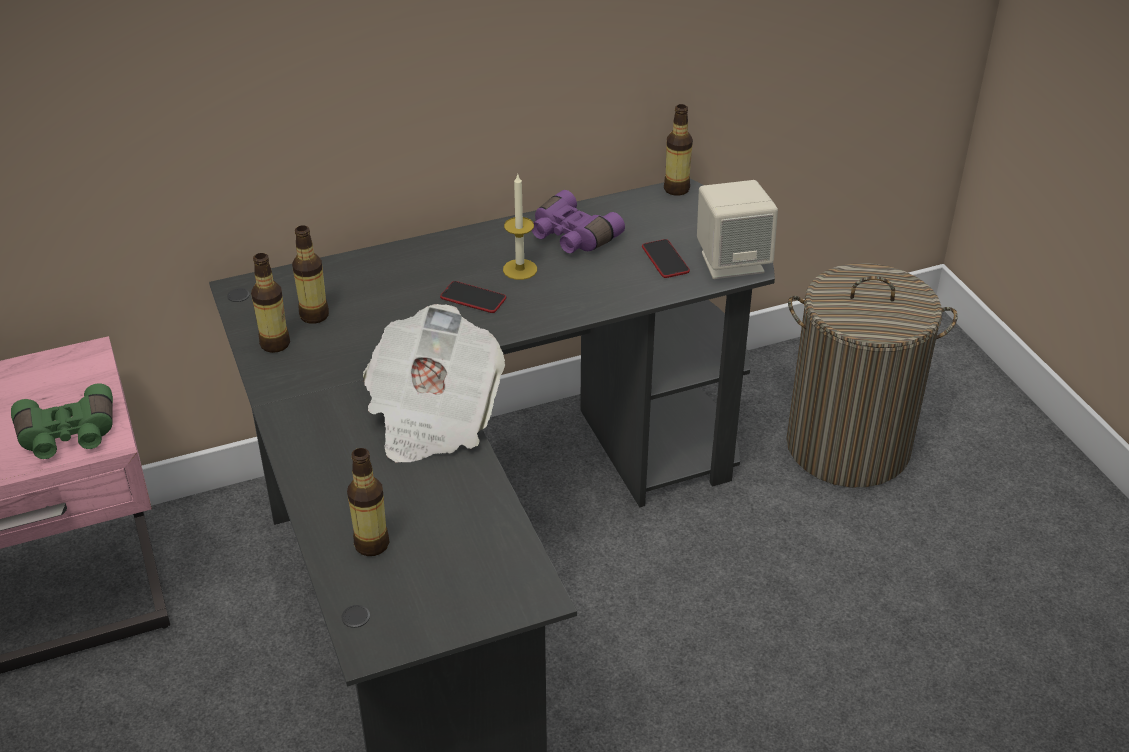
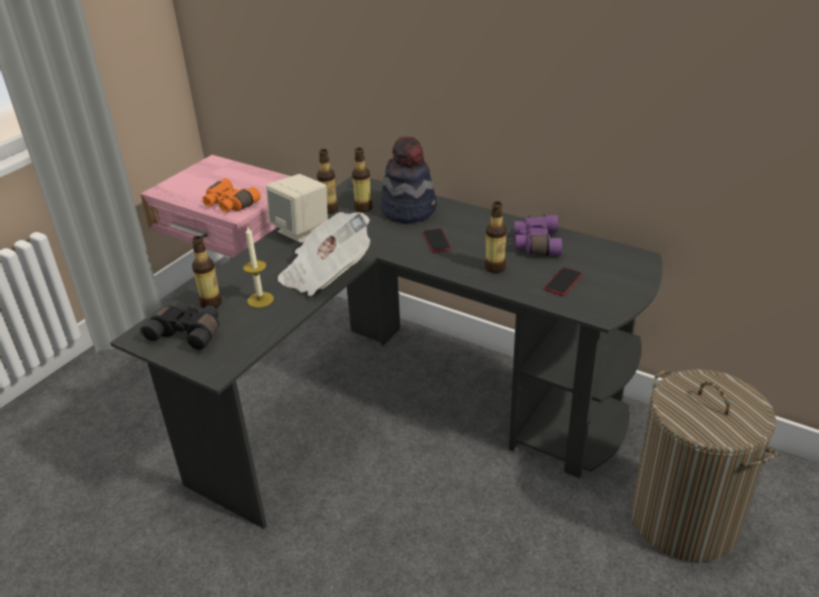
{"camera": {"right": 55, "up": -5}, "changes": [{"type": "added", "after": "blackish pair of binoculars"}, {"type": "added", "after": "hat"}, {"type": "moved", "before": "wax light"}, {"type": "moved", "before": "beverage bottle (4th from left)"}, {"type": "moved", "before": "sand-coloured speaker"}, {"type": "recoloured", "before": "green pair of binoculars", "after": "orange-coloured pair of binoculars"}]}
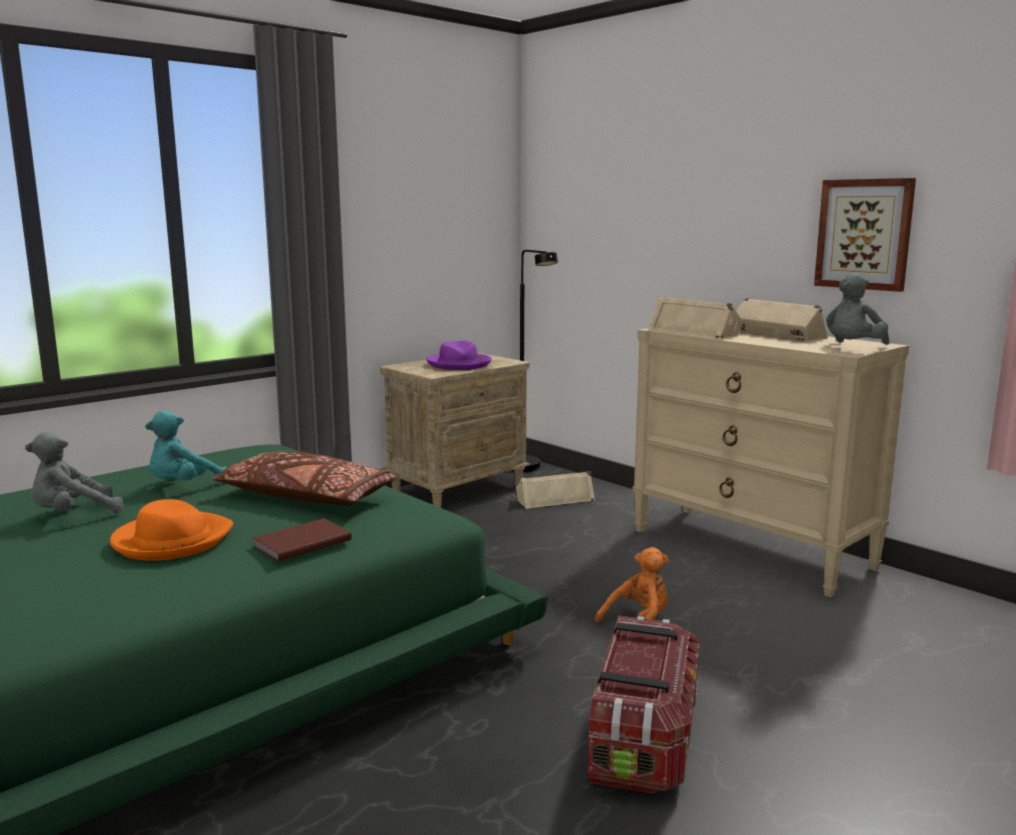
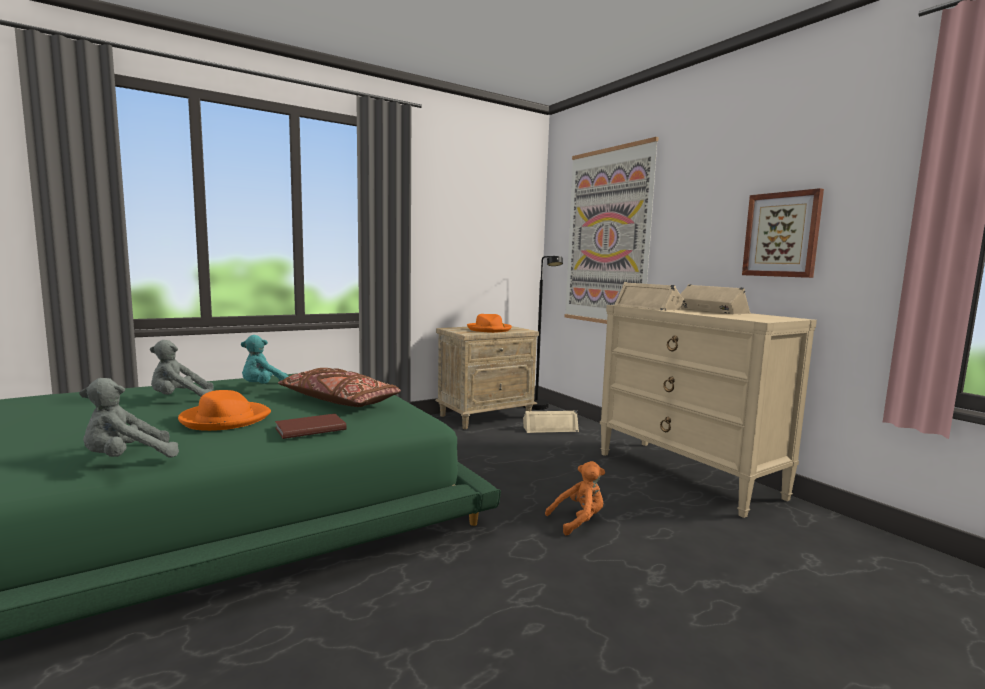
{"camera": {"right": 10, "up": -5}, "changes": [{"type": "removed", "before": "storage box"}, {"type": "added", "after": "wall picture (1st from left)"}, {"type": "moved", "before": "greyish plush toy (2nd from left in the first image)", "after": "greyish plush toy (1st from left)"}, {"type": "recoloured", "before": "purplish hat", "after": "orange-coloured hat (2nd from left)"}]}
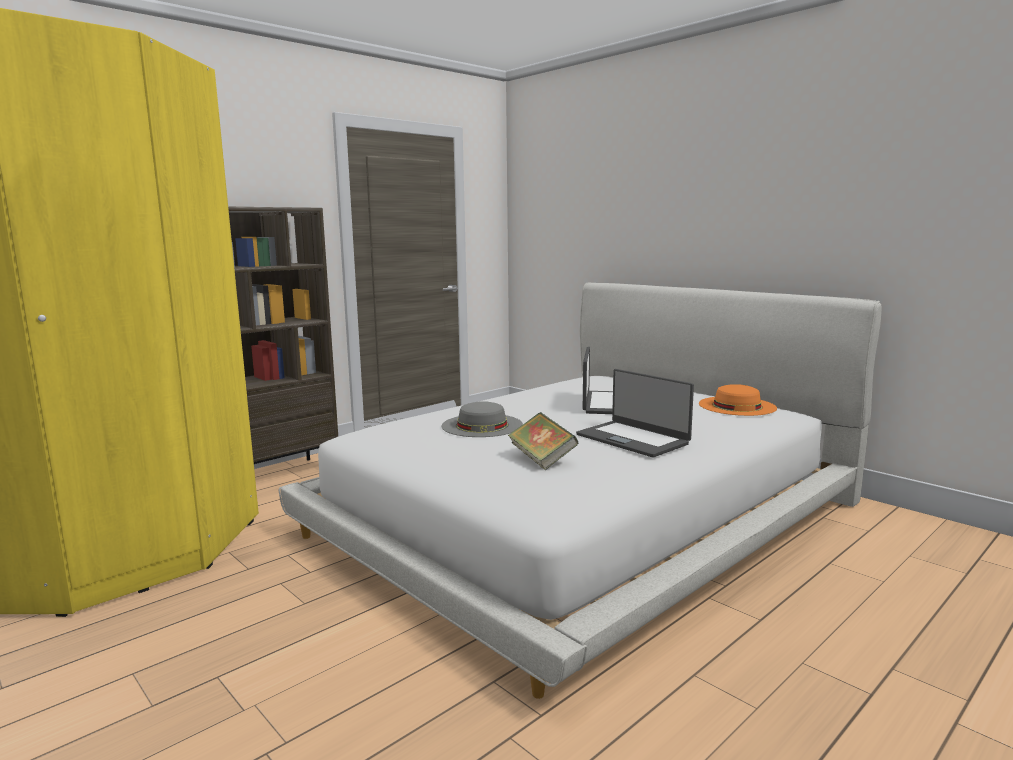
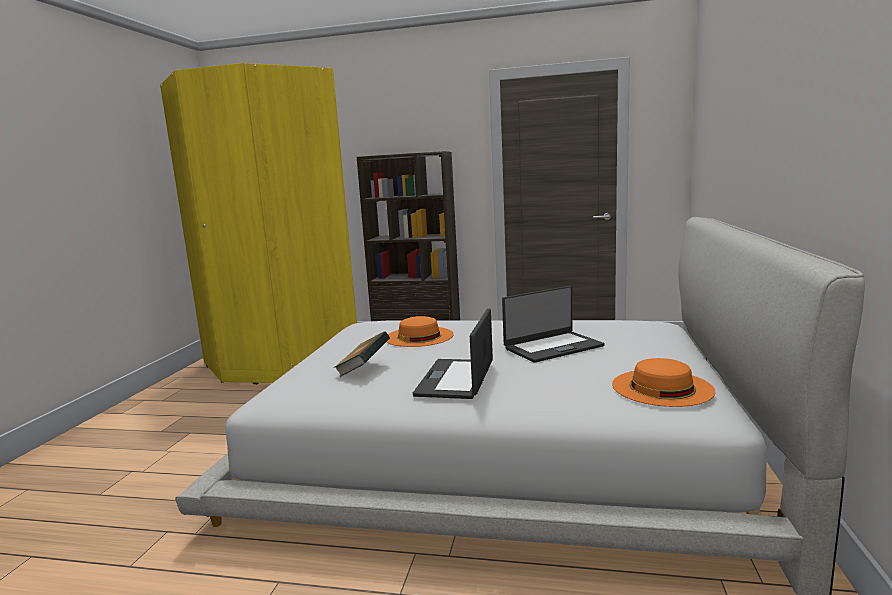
{"camera": {"right": 55, "up": 0}, "changes": [{"type": "recoloured", "before": "greyish hat", "after": "orange-coloured hat (1st from left)"}]}
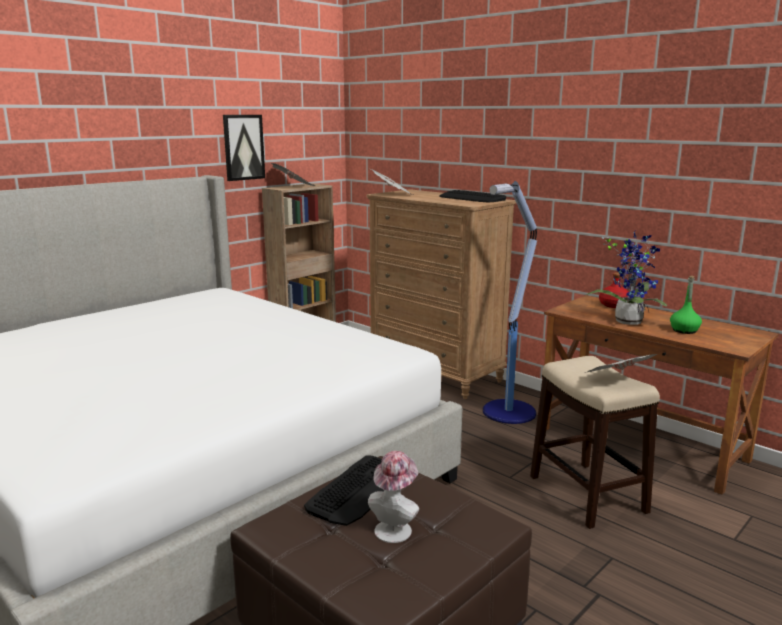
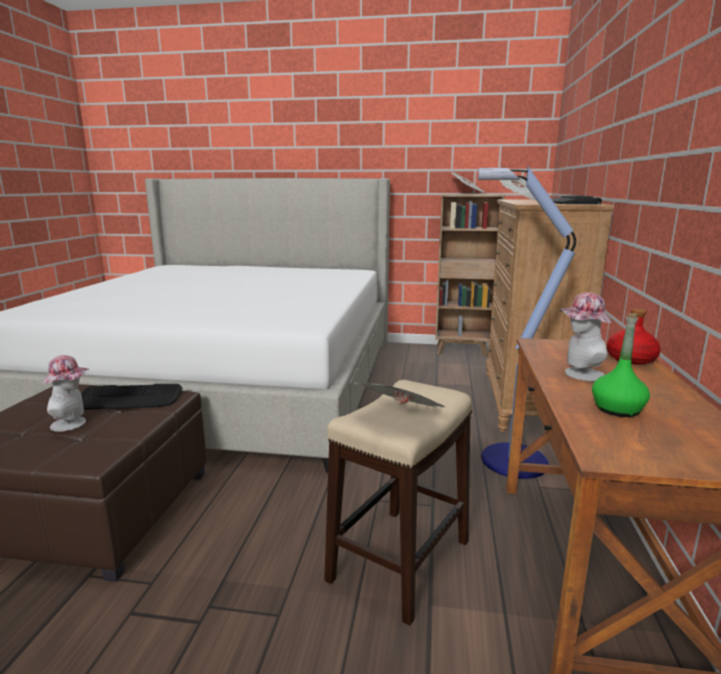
{"camera": {"right": 55, "up": 0}, "changes": [{"type": "removed", "before": "wall picture"}, {"type": "replaced", "before": "potted plant", "after": "hat (2nd from left)"}]}
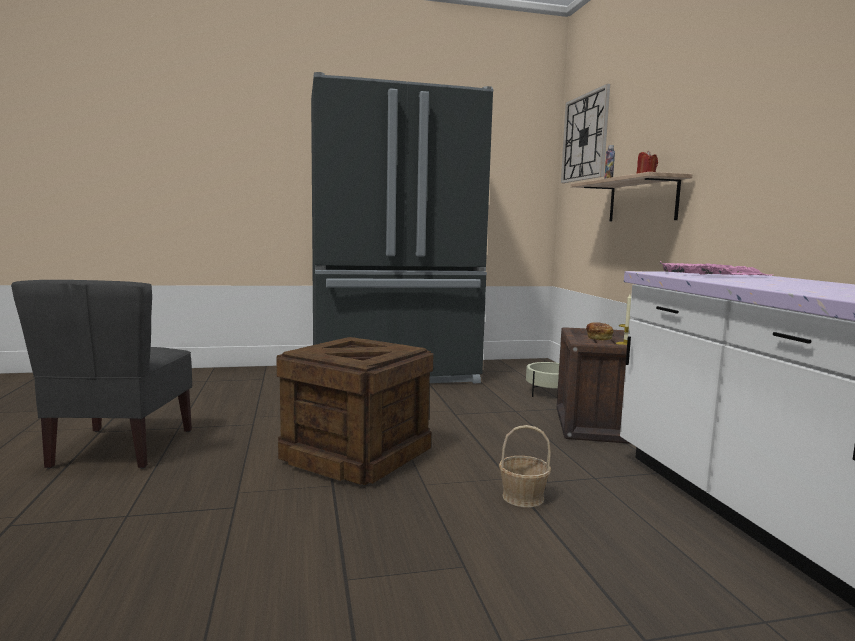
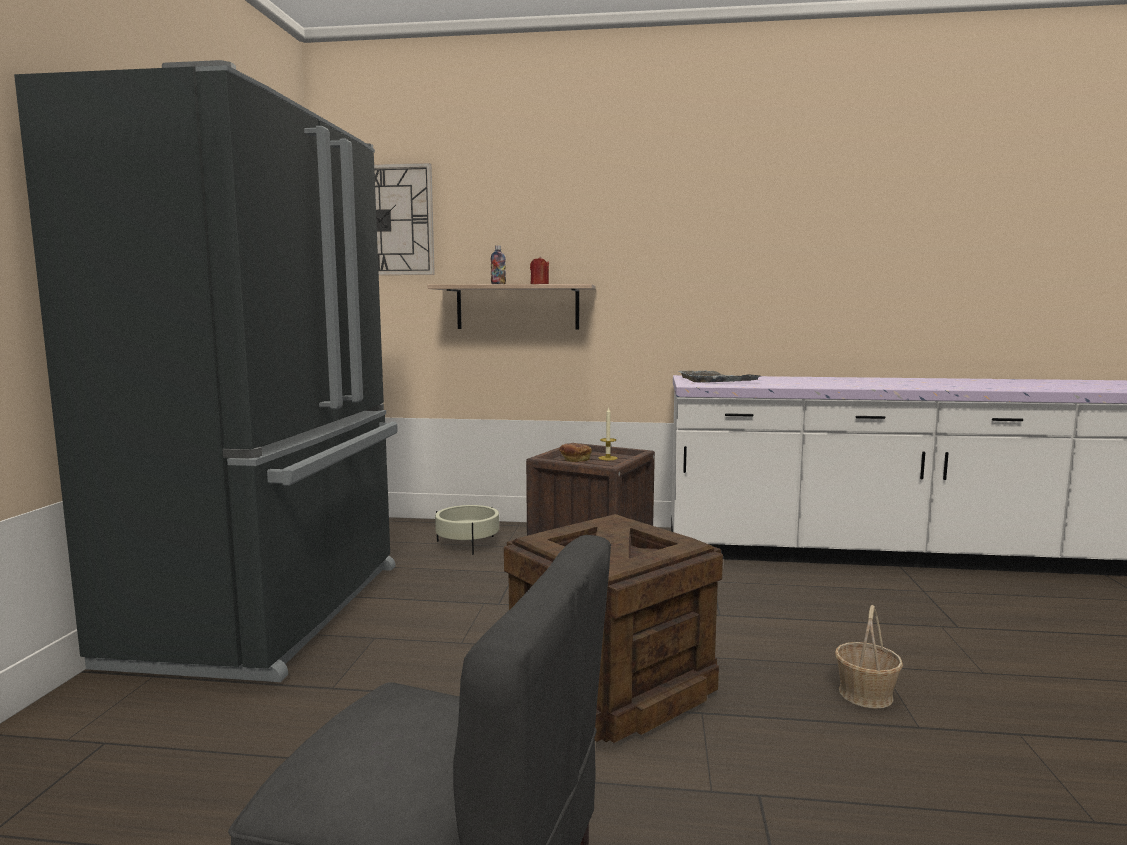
{"camera": {"right": -70, "up": 0}, "changes": [{"type": "moved", "before": "basket"}, {"type": "recoloured", "before": "pinkish serving tray", "after": "greyish serving tray"}]}
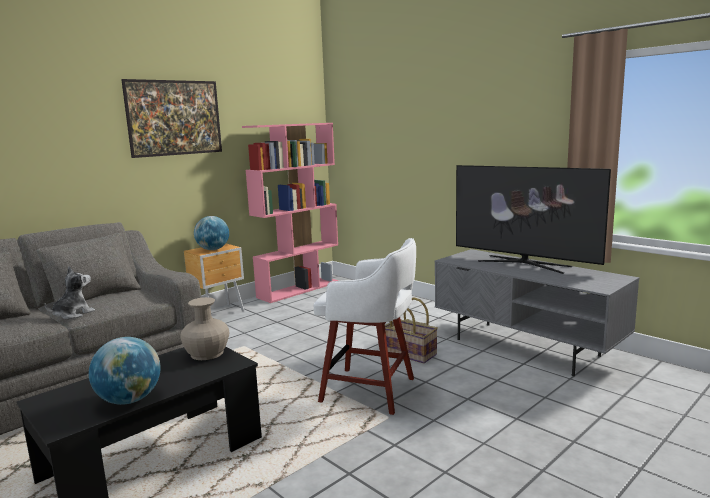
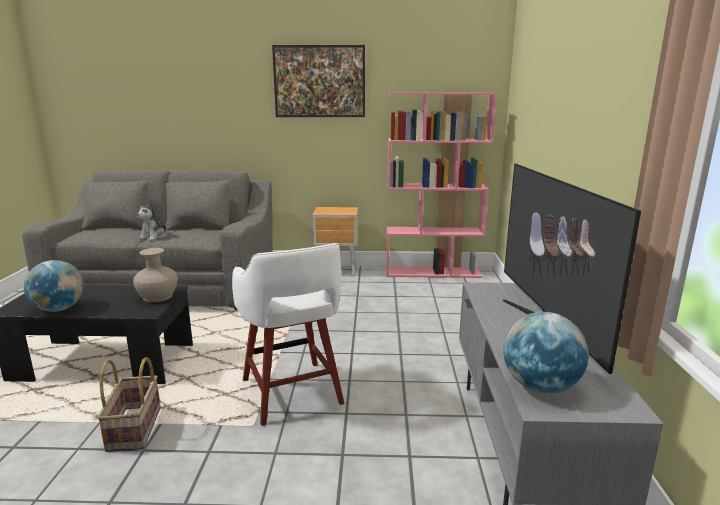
{"camera": {"right": 45, "up": 5}, "changes": [{"type": "moved", "before": "desk globe (2nd from left)"}, {"type": "moved", "before": "basket"}, {"type": "turned", "before": "plush toy", "turn": 120}]}
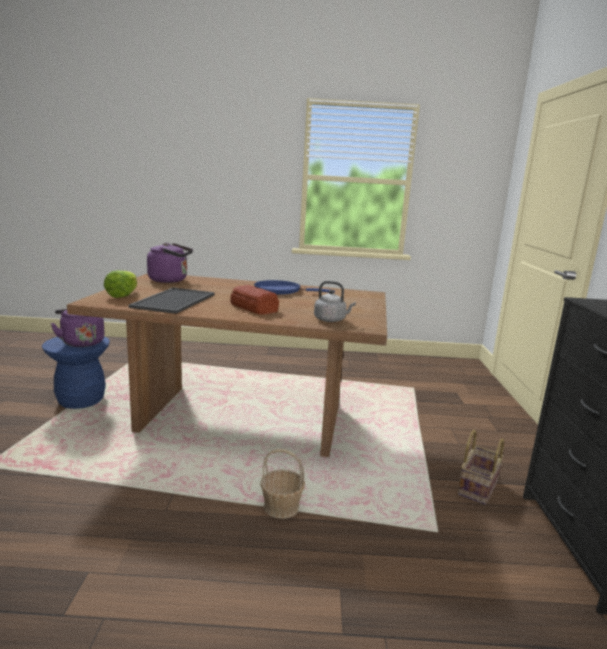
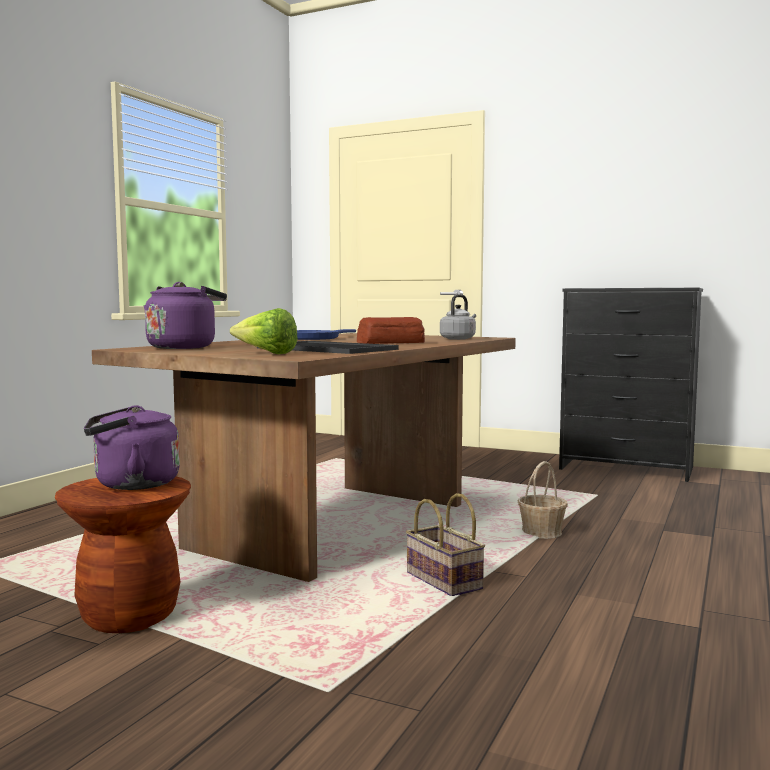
{"camera": {"right": -65, "up": -10}, "changes": [{"type": "moved", "before": "basket (2nd from left in the first image)", "after": "basket (1st from left)"}, {"type": "recoloured", "before": "blue-coloured sitting stool", "after": "brown-coloured sitting stool"}]}
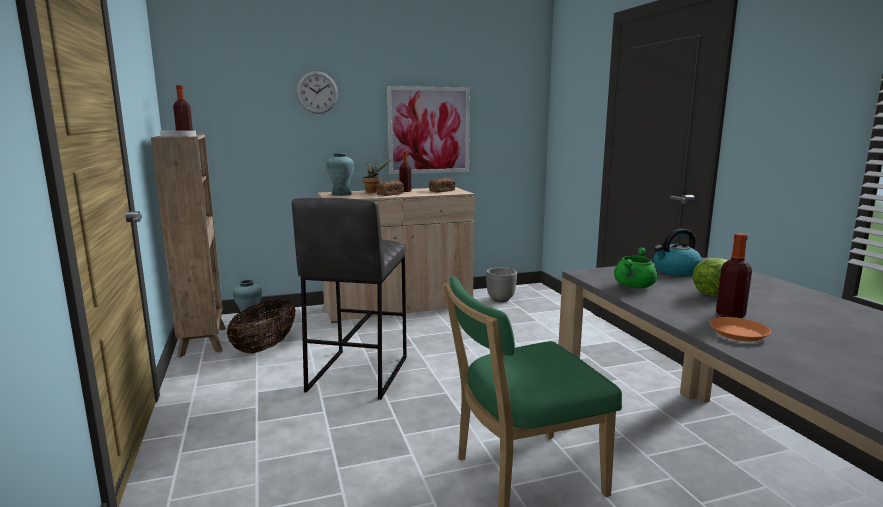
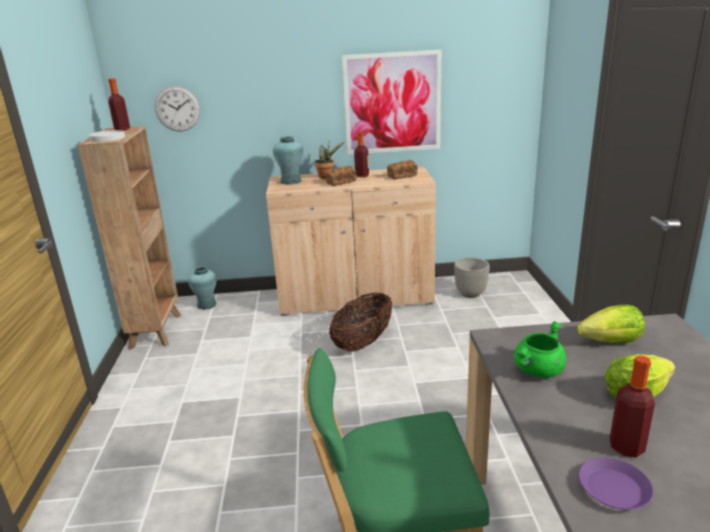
{"camera": {"right": 15, "up": 10}, "changes": [{"type": "removed", "before": "greyish sitting stool"}, {"type": "moved", "before": "basket"}, {"type": "moved", "before": "wall clock"}, {"type": "replaced", "before": "tea kettle", "after": "lettuce (1st from left)"}, {"type": "recoloured", "before": "orange-coloured plate", "after": "purplish plate"}]}
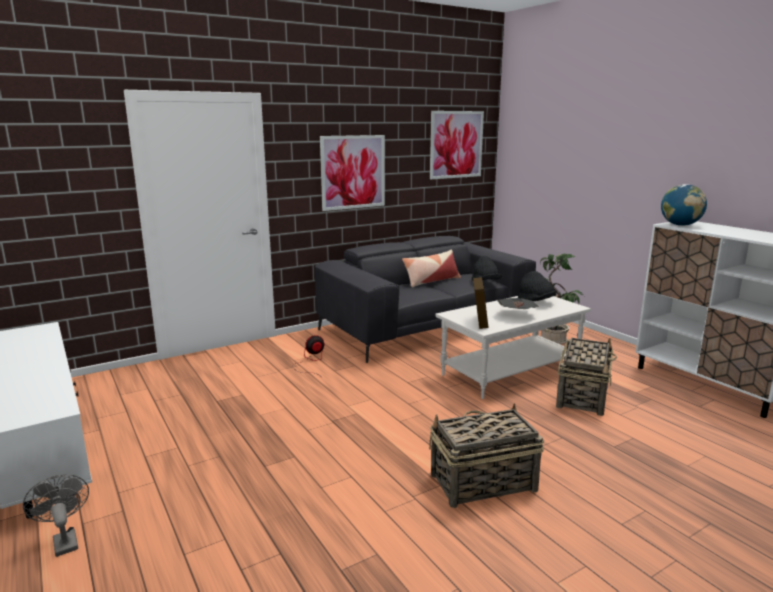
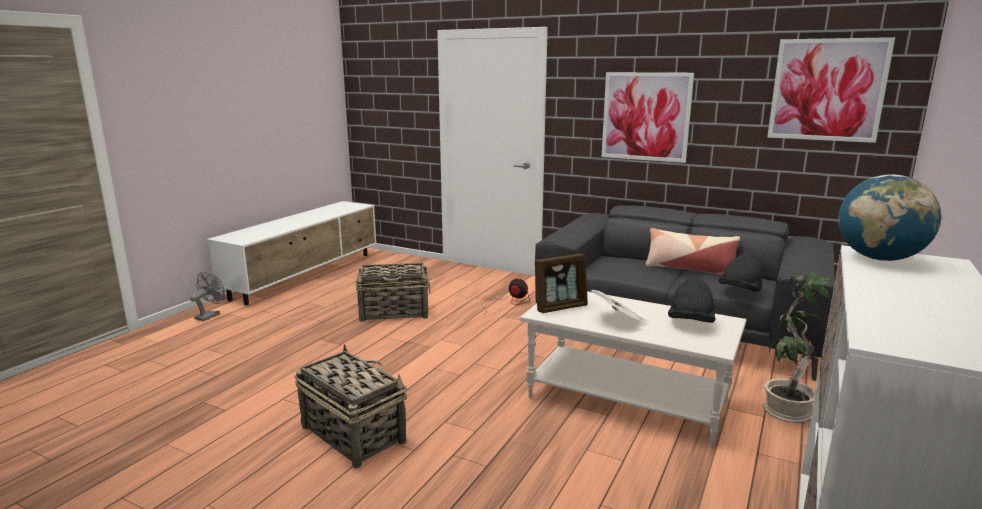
{"camera": {"right": 60, "up": 0}, "changes": [{"type": "moved", "before": "basket (2nd from left)"}]}
